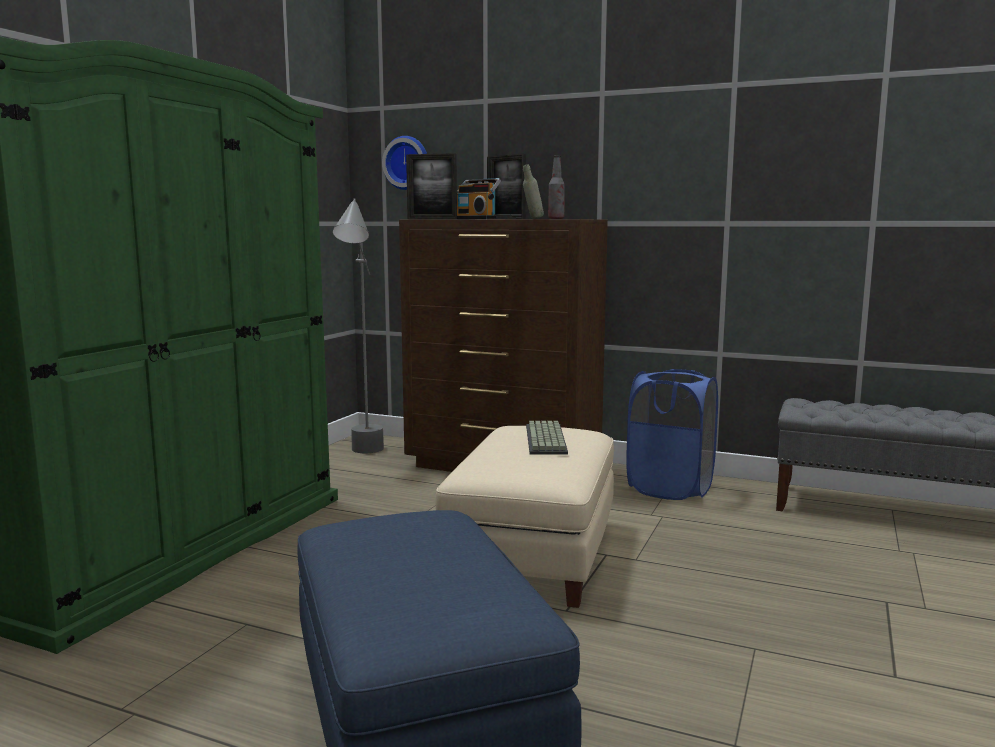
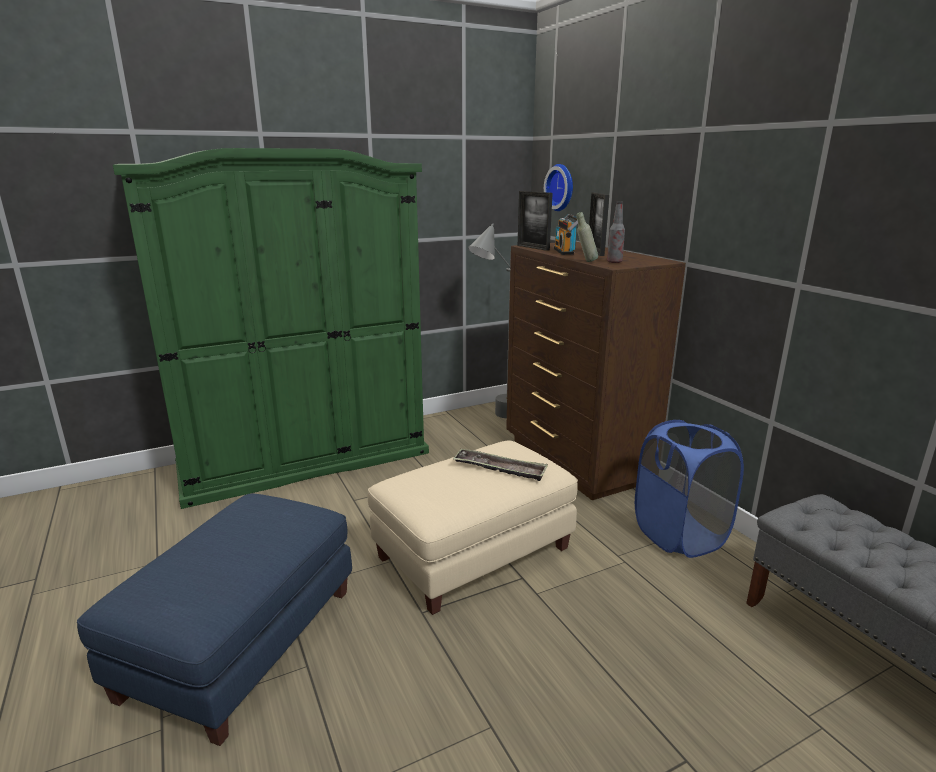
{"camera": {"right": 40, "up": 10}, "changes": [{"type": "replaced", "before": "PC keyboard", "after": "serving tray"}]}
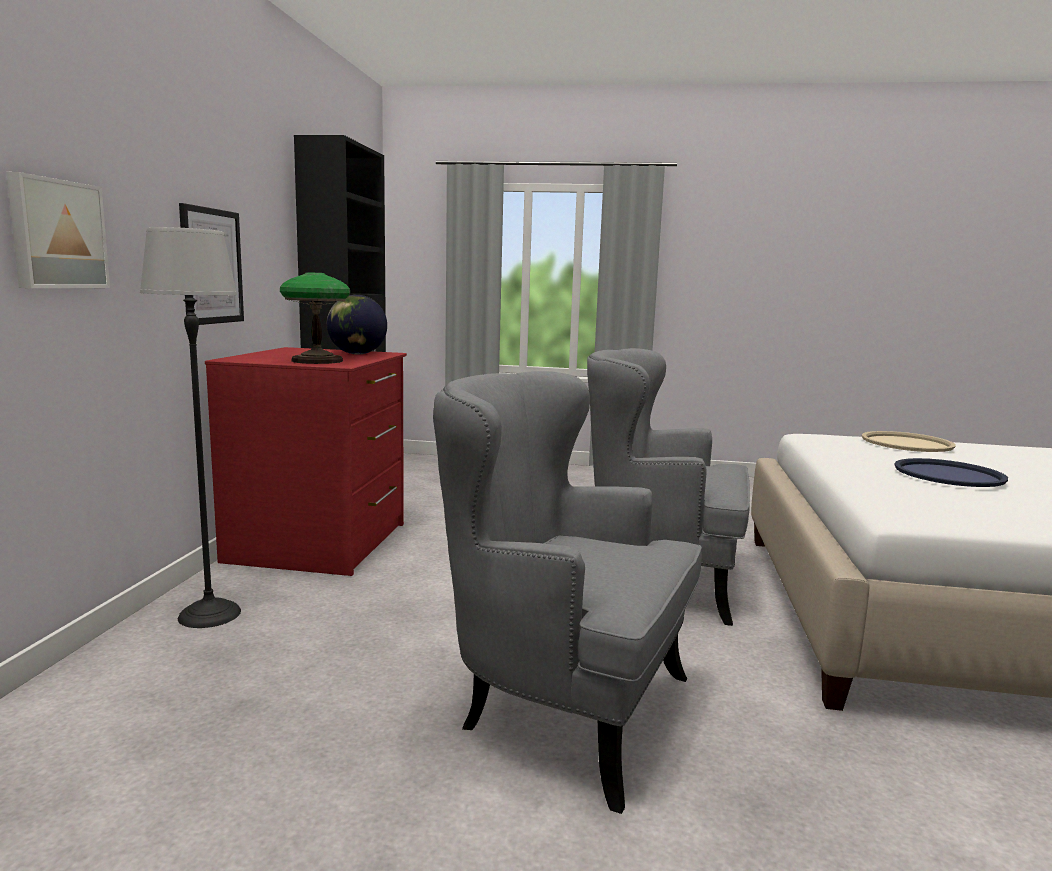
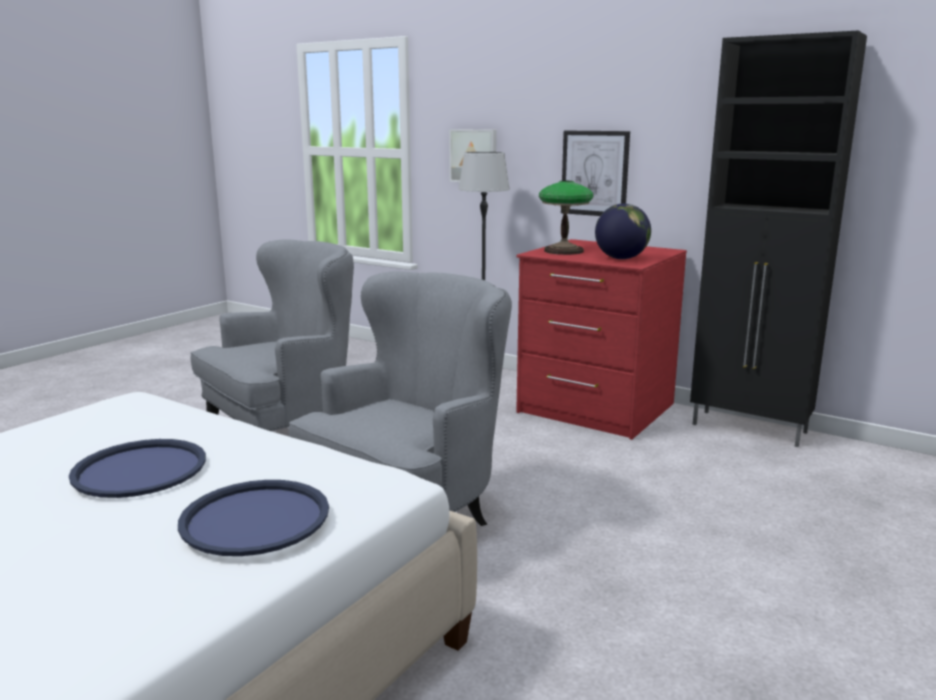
{"camera": {"right": 115, "up": 5}, "changes": [{"type": "recoloured", "before": "sand-coloured serving tray", "after": "blue-coloured serving tray (2nd from left)"}]}
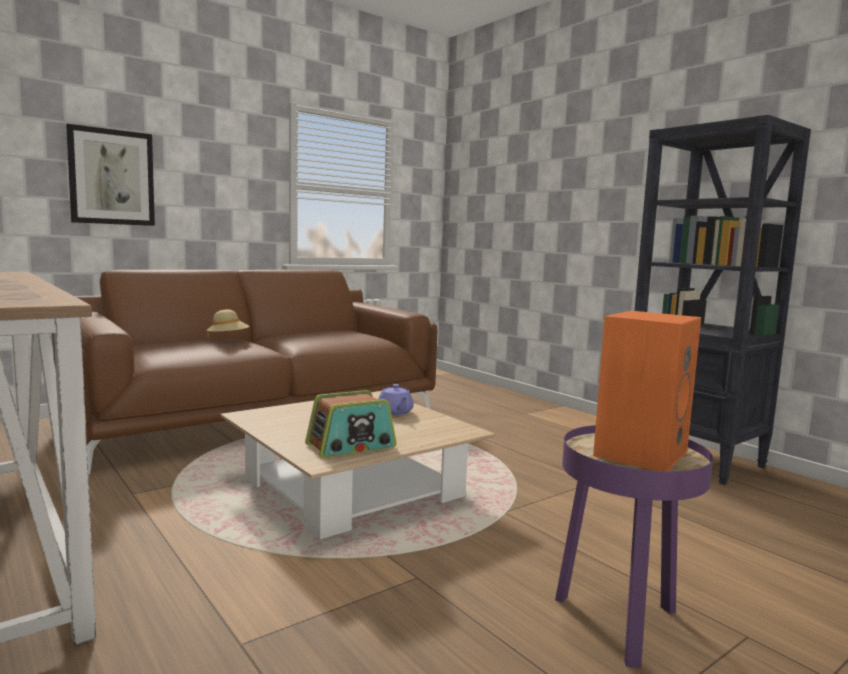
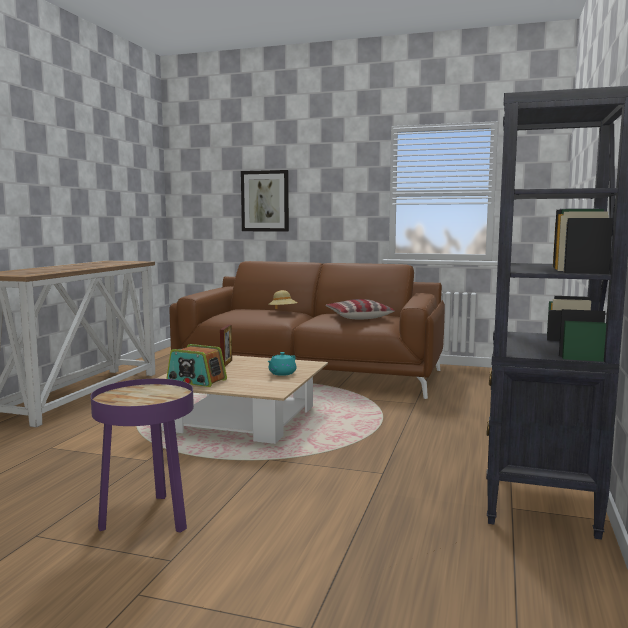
{"camera": {"right": 55, "up": 0}, "changes": [{"type": "removed", "before": "orange-coloured speaker"}, {"type": "added", "after": "photo frame"}, {"type": "added", "after": "throw pillow"}, {"type": "recoloured", "before": "purplish pot for tea", "after": "turquoise-coloured pot for tea"}]}
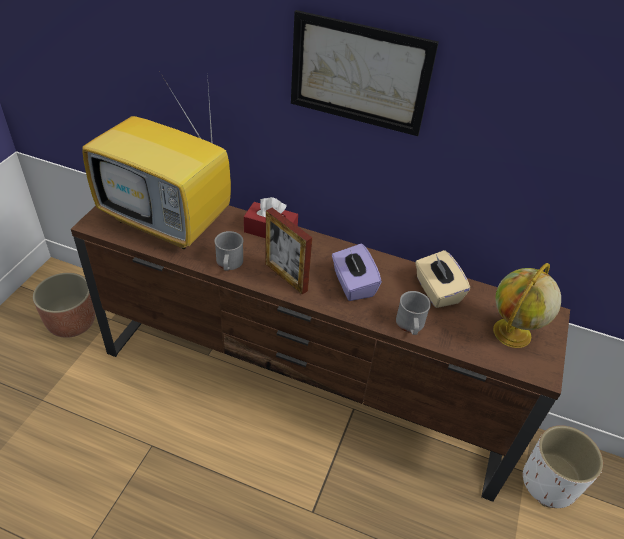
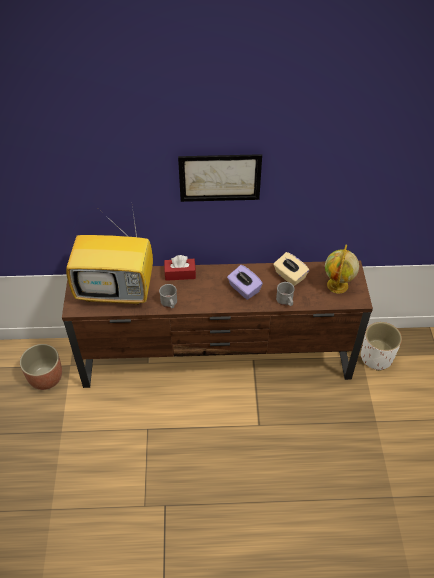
{"camera": {"right": -20, "up": 5}, "changes": [{"type": "removed", "before": "photo frame"}]}
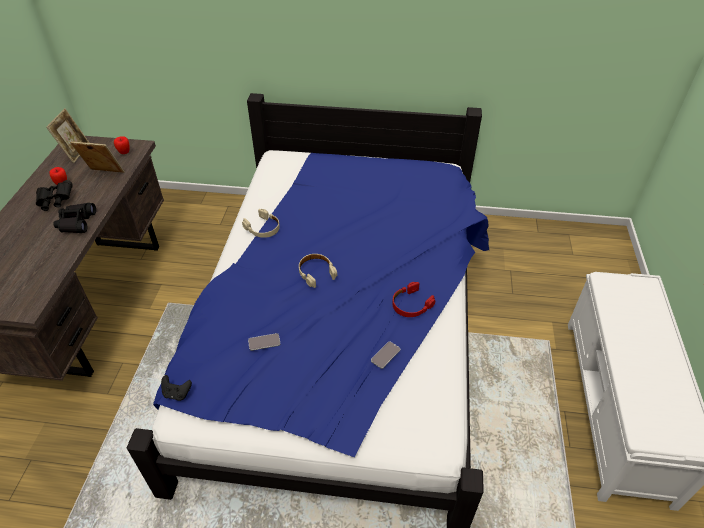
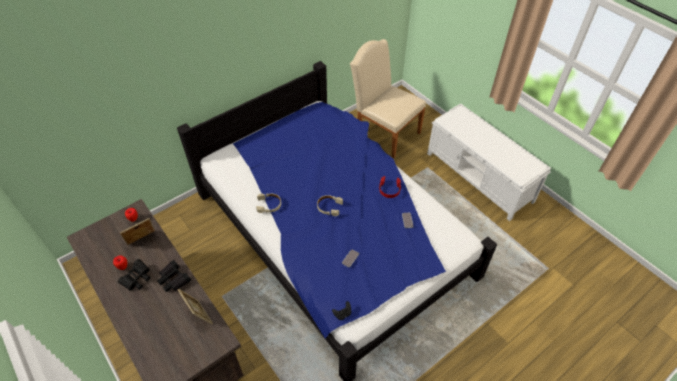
{"camera": {"right": -45, "up": 5}, "changes": [{"type": "added", "after": "sand-coloured upright chair"}, {"type": "moved", "before": "photo frame (1st from left in the first image)", "after": "photo frame (2nd from left)"}]}
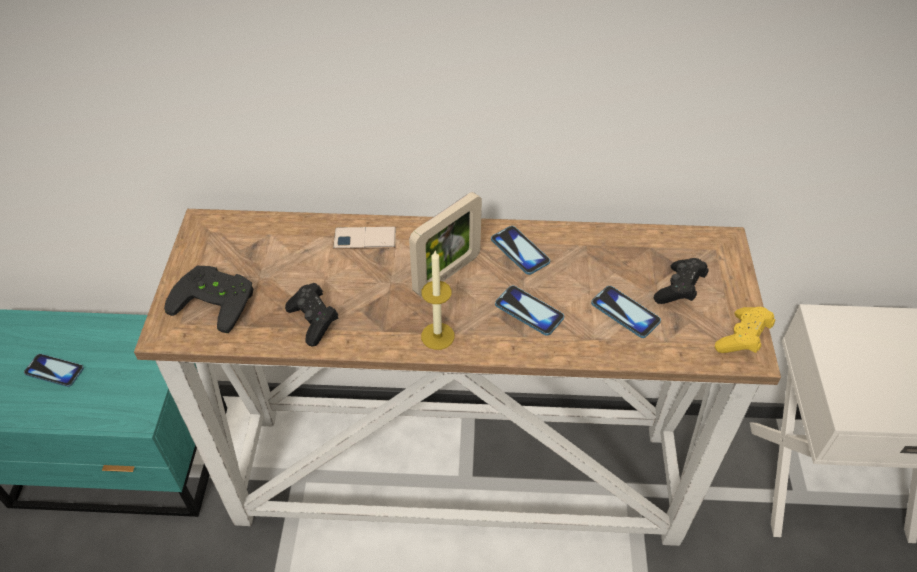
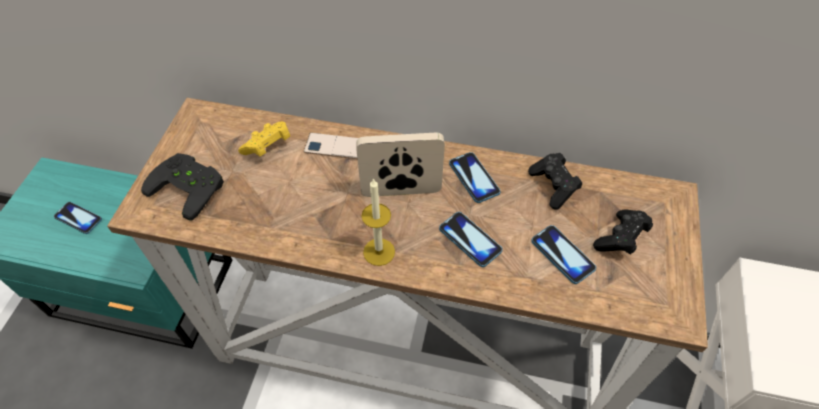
{"camera": {"right": 10, "up": 5}, "changes": [{"type": "moved", "before": "blackish game controller (2nd from left)"}, {"type": "moved", "before": "yellowish game controller"}, {"type": "turned", "before": "photo frame", "turn": -150}]}
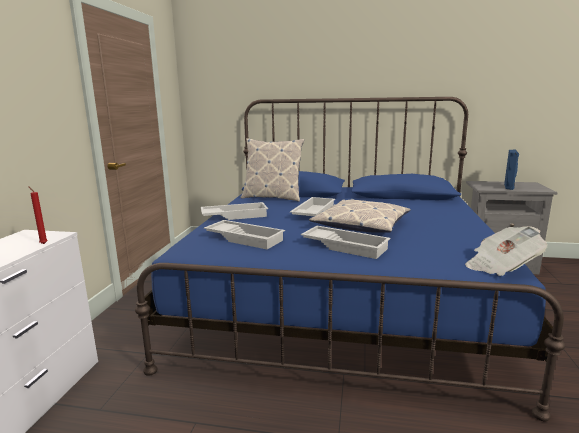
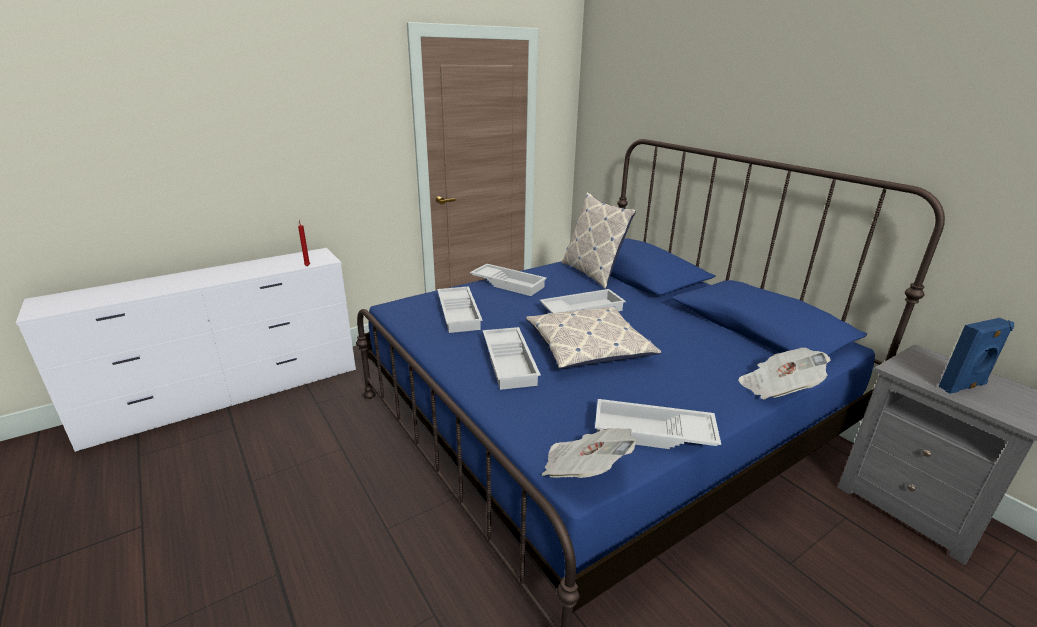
{"camera": {"right": 45, "up": 10}, "changes": [{"type": "added", "after": "white-coloured serving tray (5th from left)"}, {"type": "added", "after": "printed paper (2nd from left)"}]}
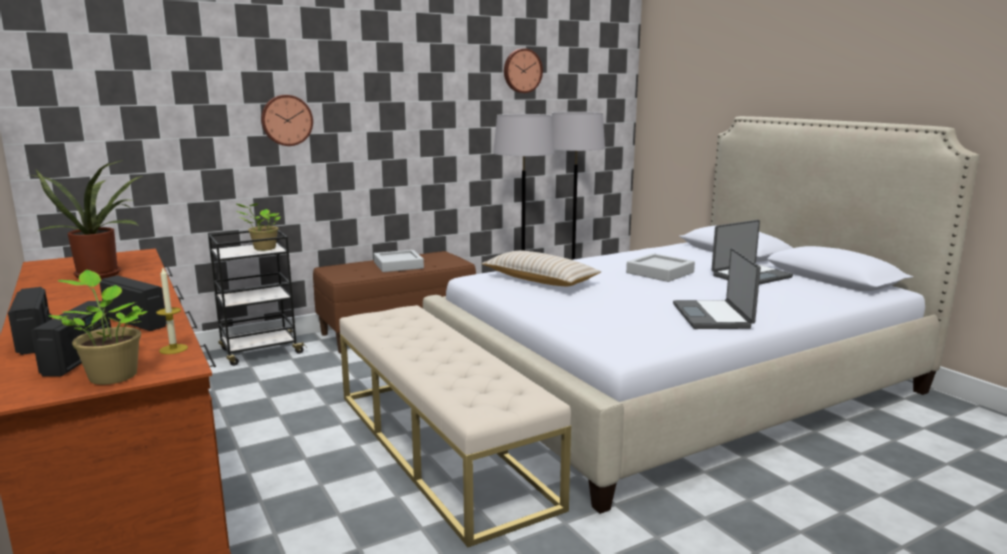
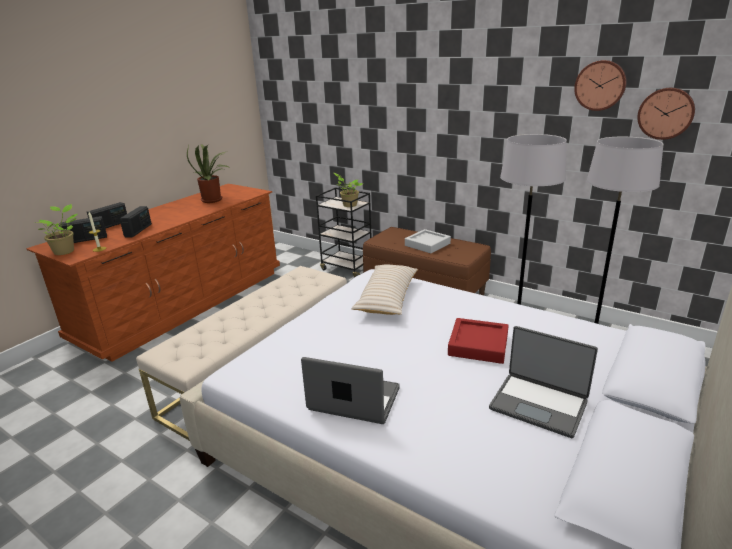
{"camera": {"right": 65, "up": 10}, "changes": [{"type": "moved", "before": "wall clock (1st from left in the first image)", "after": "wall clock (2nd from left)"}, {"type": "recoloured", "before": "greyish serving tray (2nd from left)", "after": "red-coloured serving tray"}, {"type": "turned", "before": "portable computer (1st from left)", "turn": 45}]}
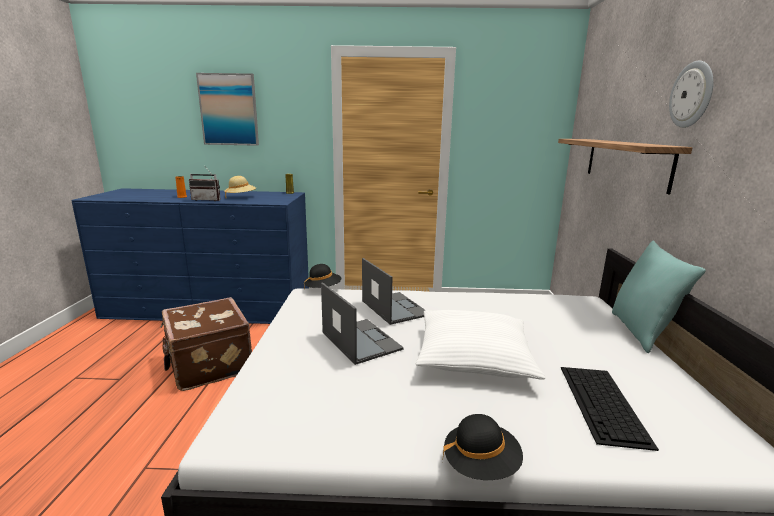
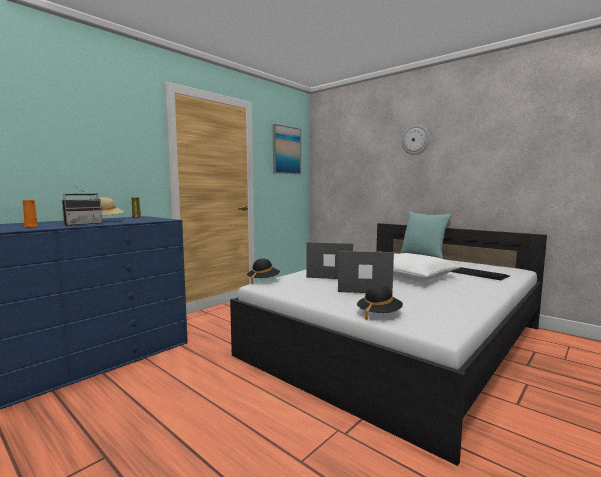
{"camera": {"right": -50, "up": -10}, "changes": [{"type": "removed", "before": "brown-coloured travel case"}, {"type": "removed", "before": "bracket shelf"}, {"type": "moved", "before": "wall picture"}, {"type": "moved", "before": "blackish hat (2nd from left)"}]}
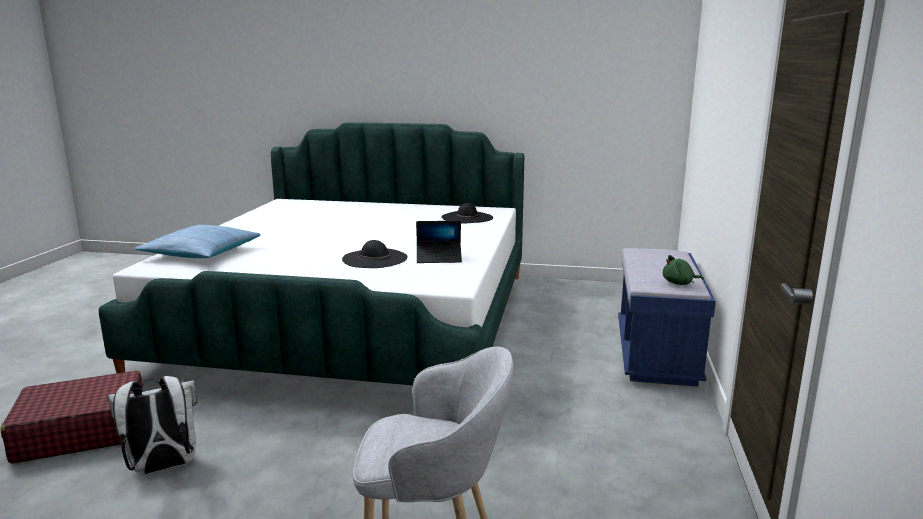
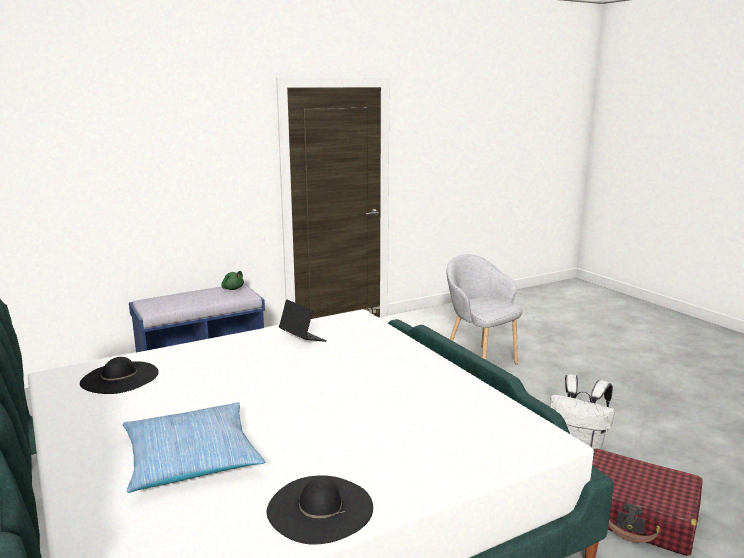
{"camera": {"right": -130, "up": 0}, "changes": [{"type": "moved", "before": "throw pillow"}, {"type": "moved", "before": "blackish hat (1st from left in the first image)", "after": "blackish hat (2nd from left)"}]}
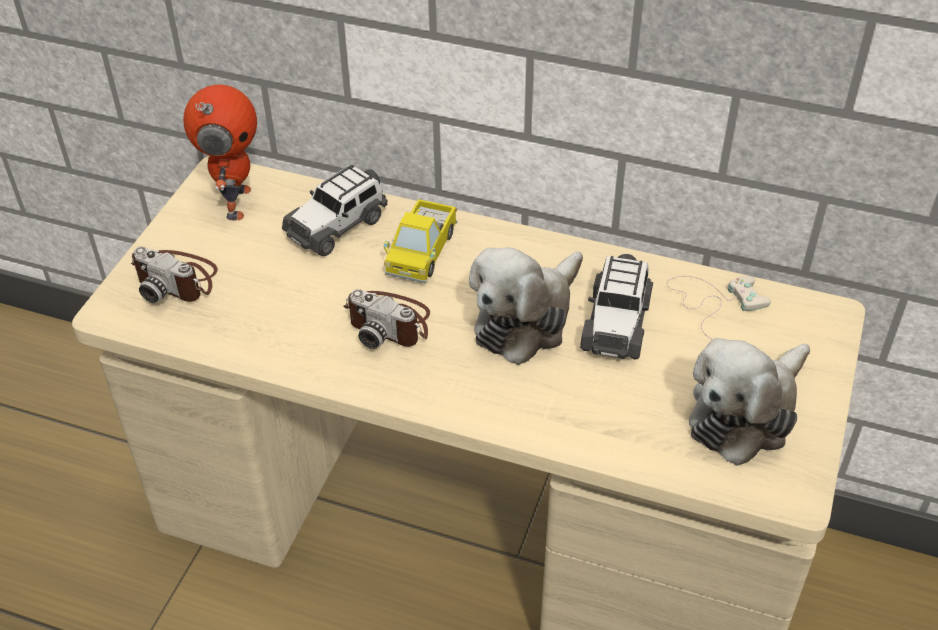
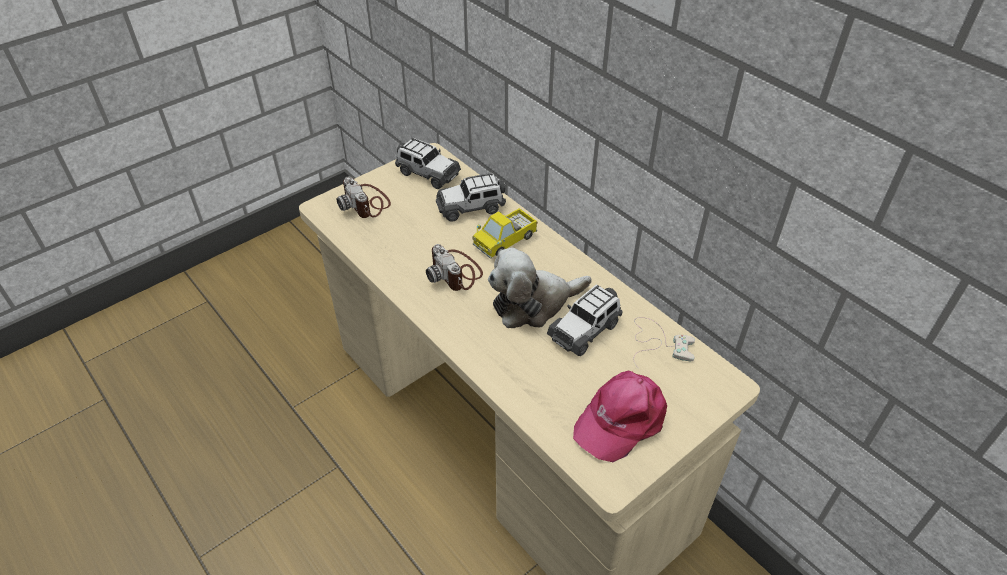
{"camera": {"right": 30, "up": 0}, "changes": [{"type": "replaced", "before": "toy robot", "after": "miniature car (1st from left)"}, {"type": "replaced", "before": "plush toy (2nd from left)", "after": "pinkish peaked cap"}]}
